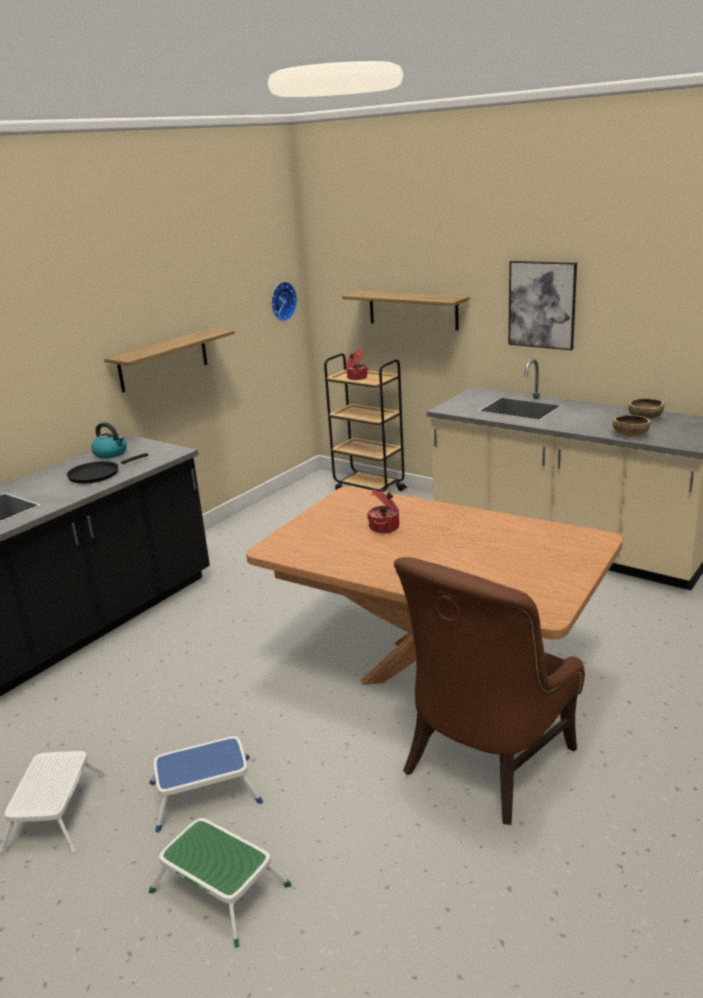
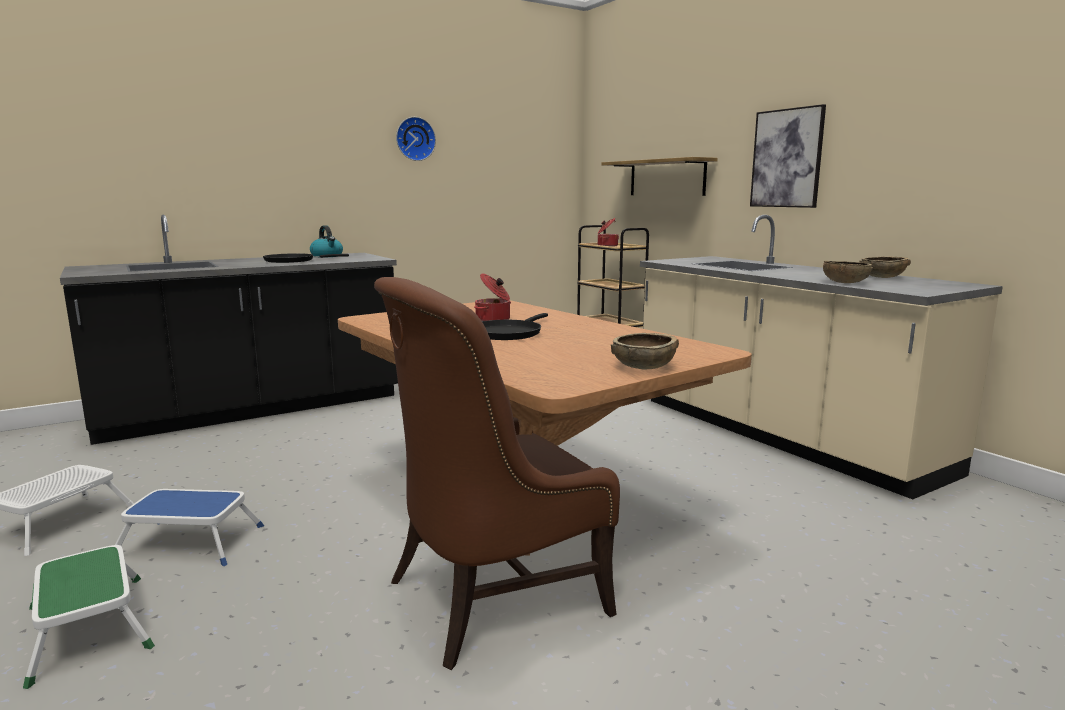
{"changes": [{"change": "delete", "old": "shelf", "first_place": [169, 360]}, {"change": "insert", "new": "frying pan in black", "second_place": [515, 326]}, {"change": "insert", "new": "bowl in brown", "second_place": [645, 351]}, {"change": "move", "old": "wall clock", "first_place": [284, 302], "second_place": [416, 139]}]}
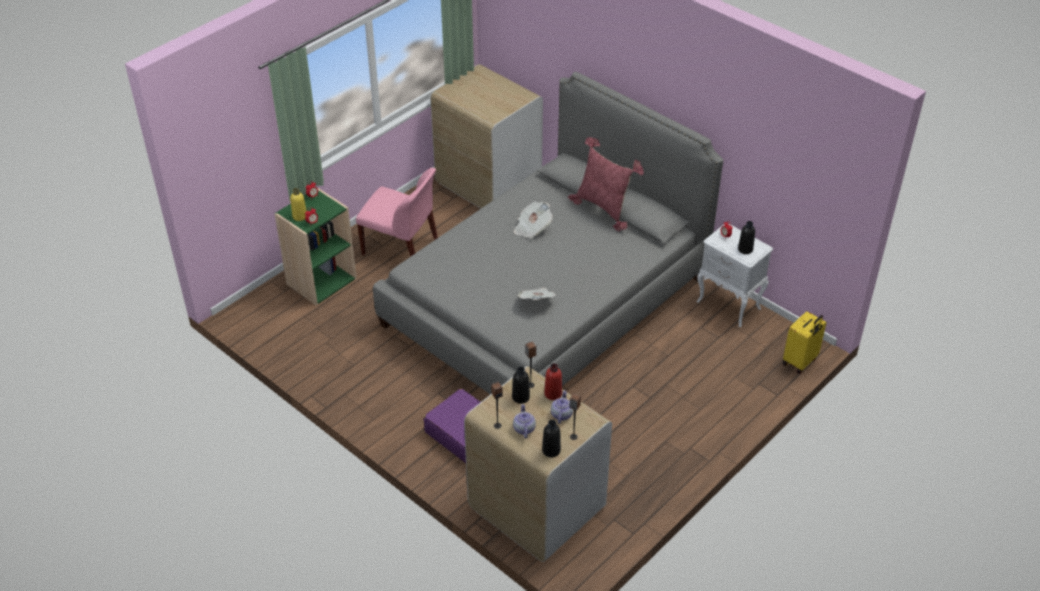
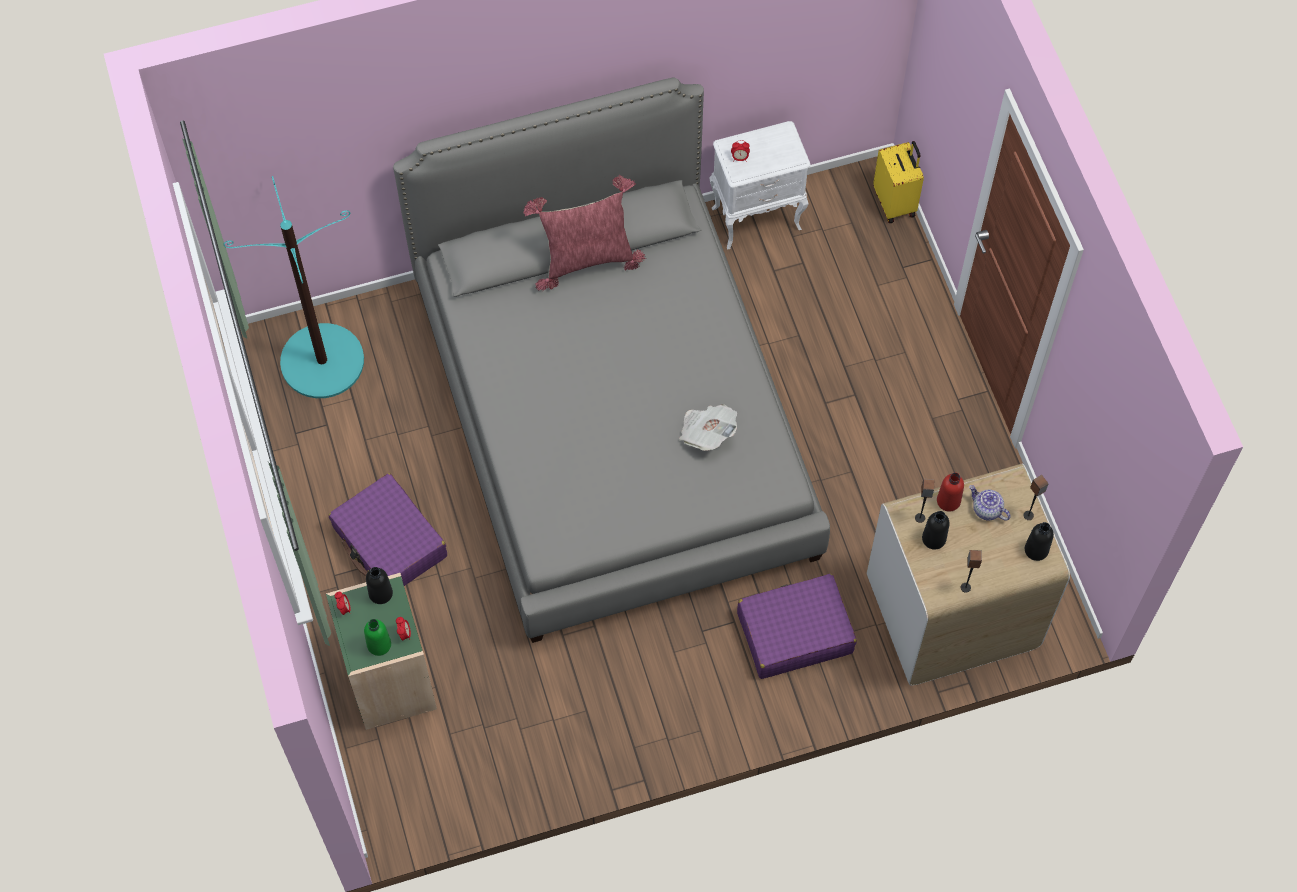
{"changes": [{"change": "delete", "old": "teapot", "first_place": [524, 421]}, {"change": "delete", "old": "newspaper", "first_place": [533, 220]}, {"change": "move", "old": "bottle in black", "first_place": [746, 237], "second_place": [379, 585]}, {"change": "replace", "old": "chair in pink", "new": "suitcase in purple", "first_place": [397, 212], "second_place": [388, 529]}, {"change": "replace", "old": "dresser in beige", "new": "clothes rack in turquoise", "first_place": [486, 136], "second_place": [293, 287]}, {"change": "recolor", "old": "bottle in yellow", "new": "bottle in green", "first_place": [298, 204], "second_place": [377, 637]}]}
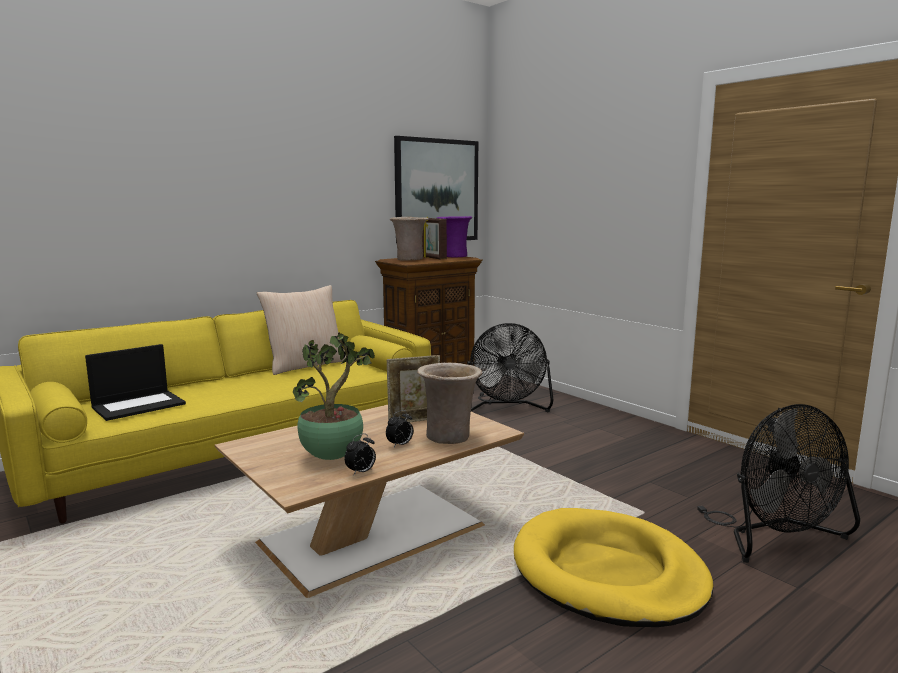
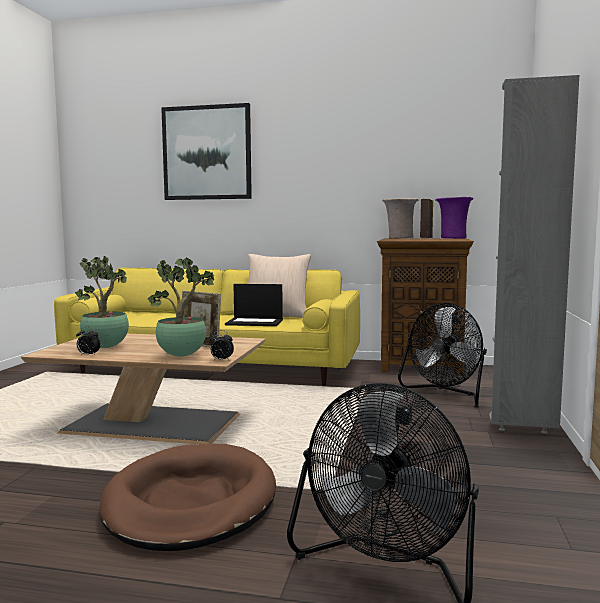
{"changes": [{"change": "insert", "new": "bookcase in grey", "second_place": [534, 254]}, {"change": "move", "old": "laptop", "first_place": [135, 382], "second_place": [254, 305]}, {"change": "move", "old": "alarm clock", "first_place": [399, 428], "second_place": [222, 345]}, {"change": "move", "old": "picture", "first_place": [436, 190], "second_place": [206, 151]}, {"change": "replace", "old": "vase in beige", "new": "potted plant", "first_place": [449, 403], "second_place": [181, 306]}, {"change": "recolor", "old": "dog bed in yellow", "new": "dog bed in brown", "first_place": [614, 567], "second_place": [187, 497]}]}
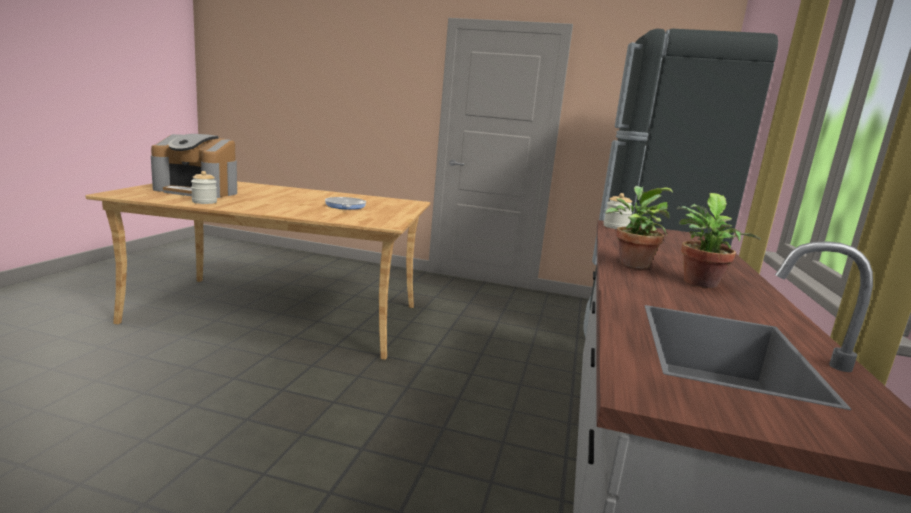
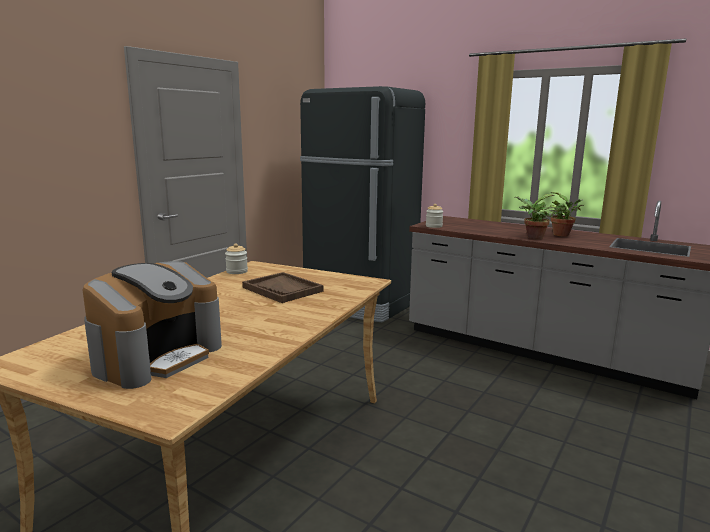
{"changes": [{"change": "move", "old": "jar", "first_place": [204, 187], "second_place": [236, 258]}, {"change": "replace", "old": "frying pan", "new": "tray in brown", "first_place": [345, 203], "second_place": [283, 287]}]}
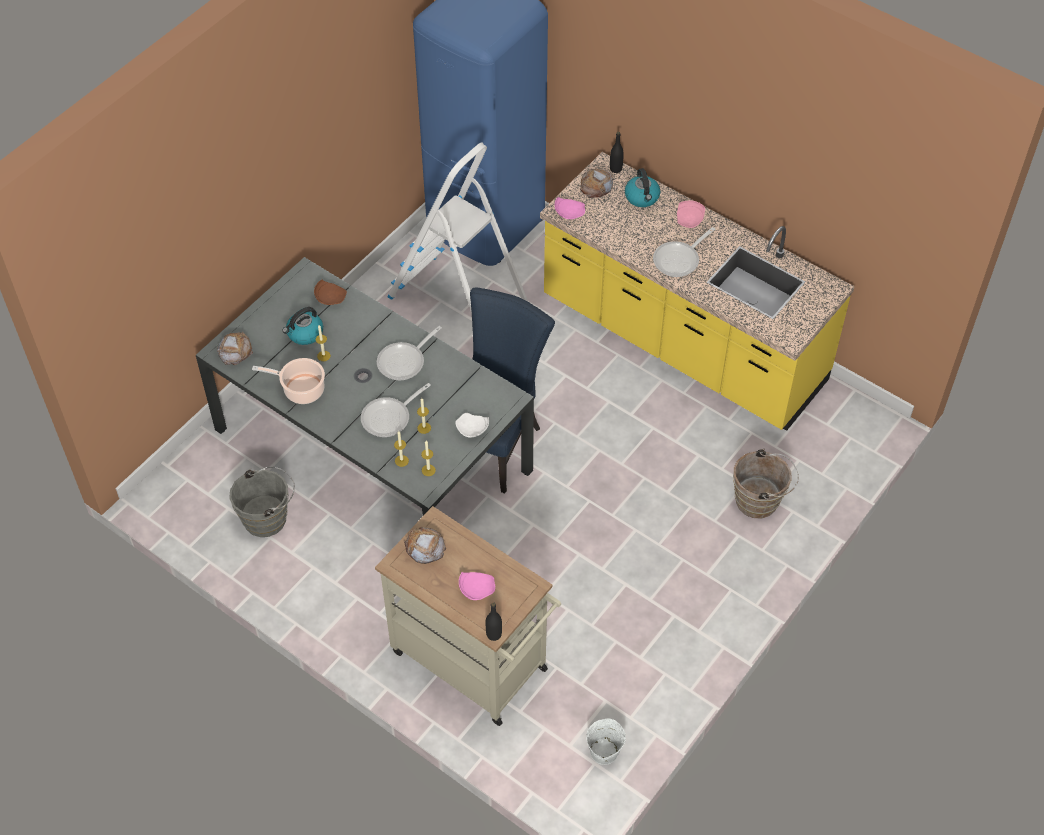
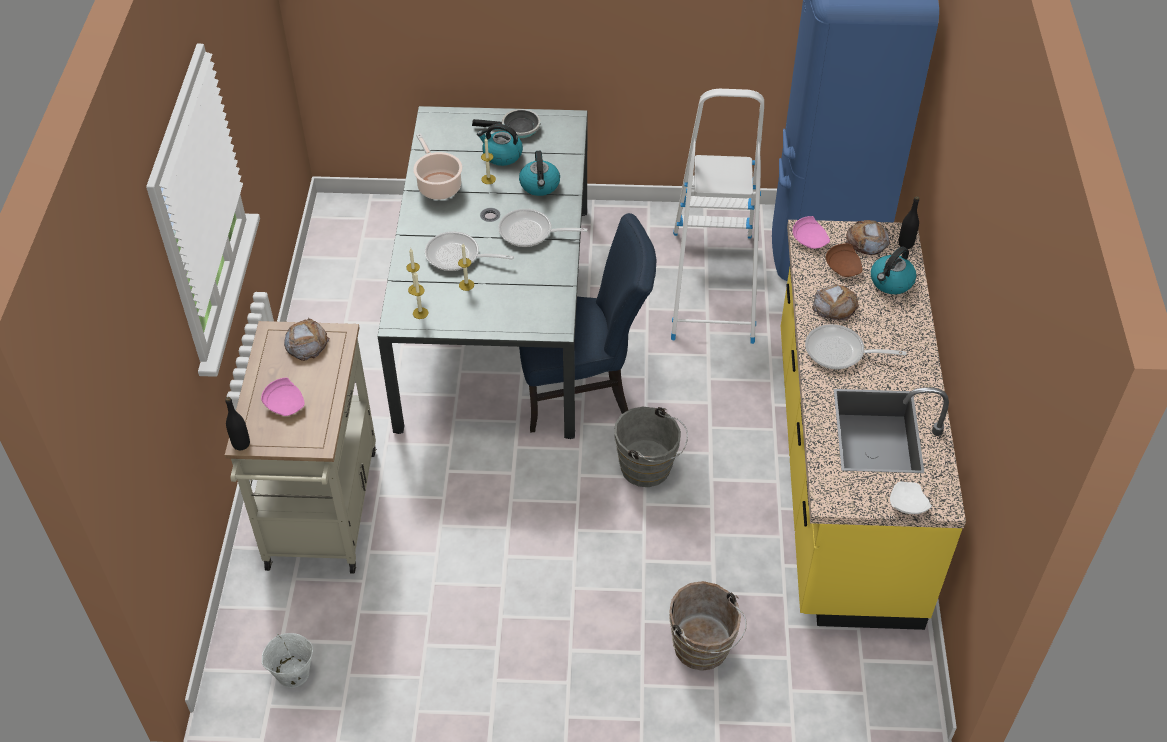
{"changes": [{"change": "delete", "old": "plate in pink", "first_place": [691, 214]}, {"change": "insert", "new": "frying pan", "second_place": [506, 123]}, {"change": "insert", "new": "kettle", "second_place": [539, 173]}, {"change": "move", "old": "bread", "first_place": [235, 348], "second_place": [835, 302]}, {"change": "move", "old": "bucket in grey", "first_place": [262, 502], "second_place": [651, 447]}, {"change": "move", "old": "plate in brown", "first_place": [330, 292], "second_place": [844, 260]}, {"change": "move", "old": "plate in white", "first_place": [472, 425], "second_place": [911, 497]}]}
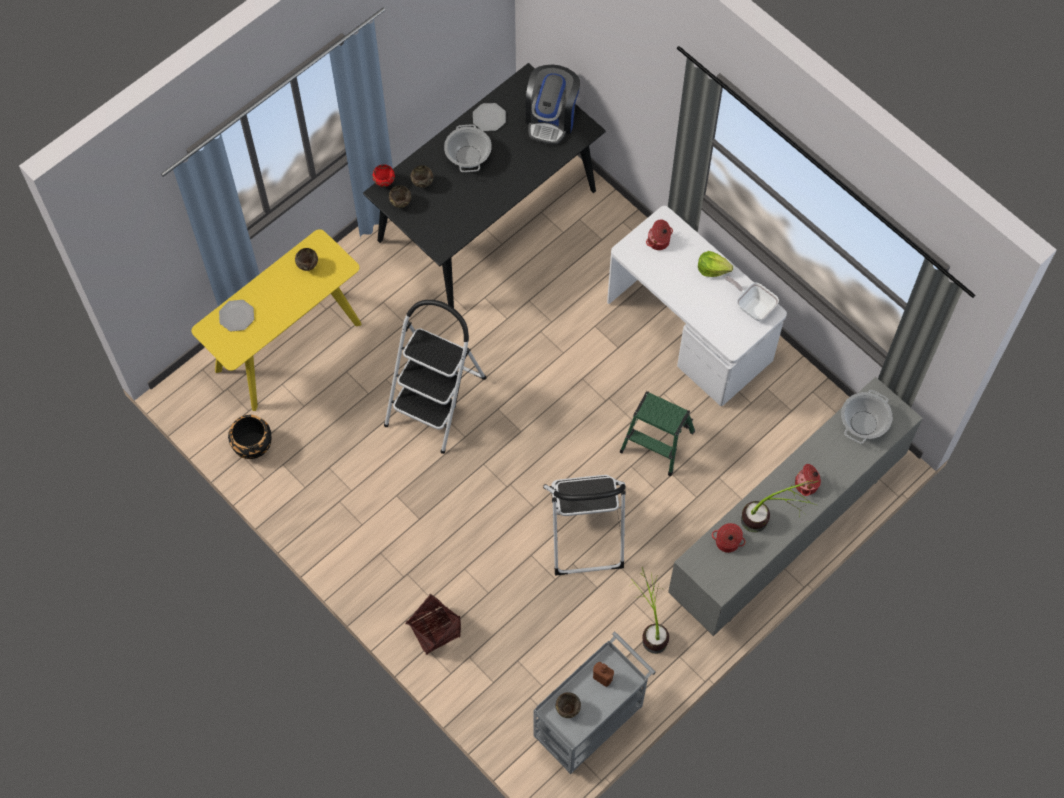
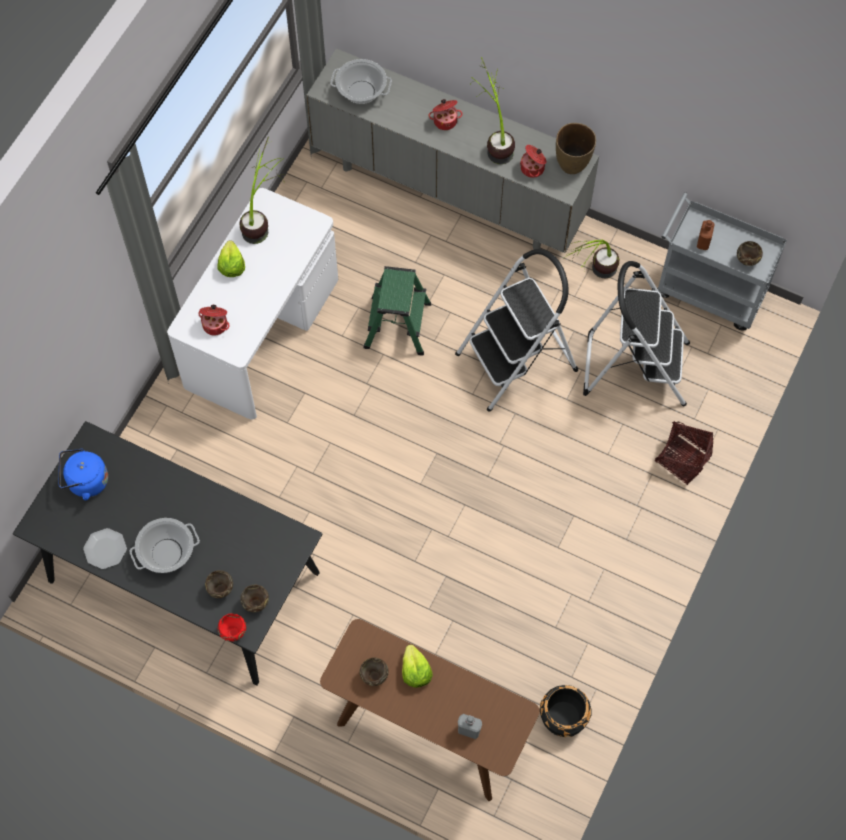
{"changes": [{"change": "insert", "new": "lettuce", "second_place": [417, 666]}, {"change": "insert", "new": "vase in brown", "second_place": [576, 148]}, {"change": "move", "old": "step ladder", "first_place": [435, 377], "second_place": [636, 333]}, {"change": "replace", "old": "plate", "new": "bottle in grey", "first_place": [236, 315], "second_place": [470, 726]}, {"change": "replace", "old": "coffee machine", "new": "kettle in blue", "first_place": [553, 105], "second_place": [83, 474]}, {"change": "replace", "old": "frying pan", "new": "potted plant", "first_place": [751, 298], "second_place": [262, 190]}, {"change": "recolor", "old": "console table in yellow", "new": "console table in brown", "first_place": [276, 320], "second_place": [430, 710]}]}
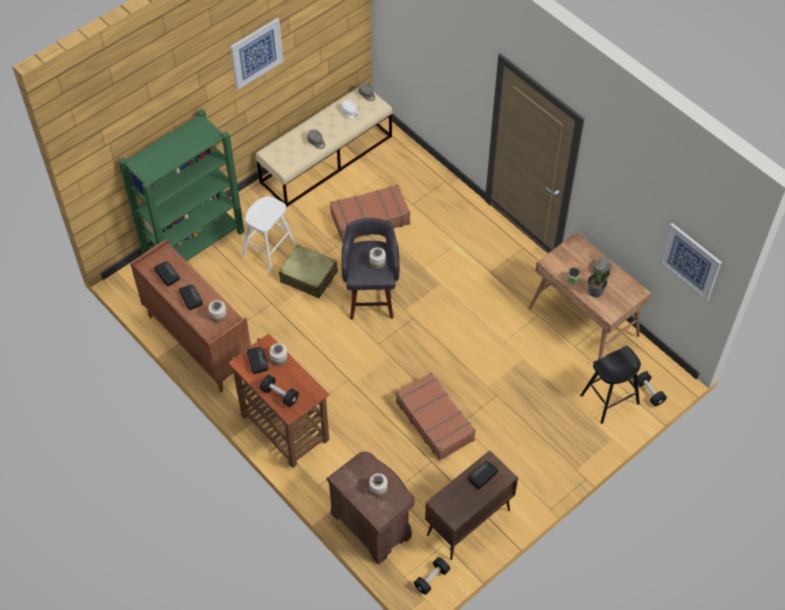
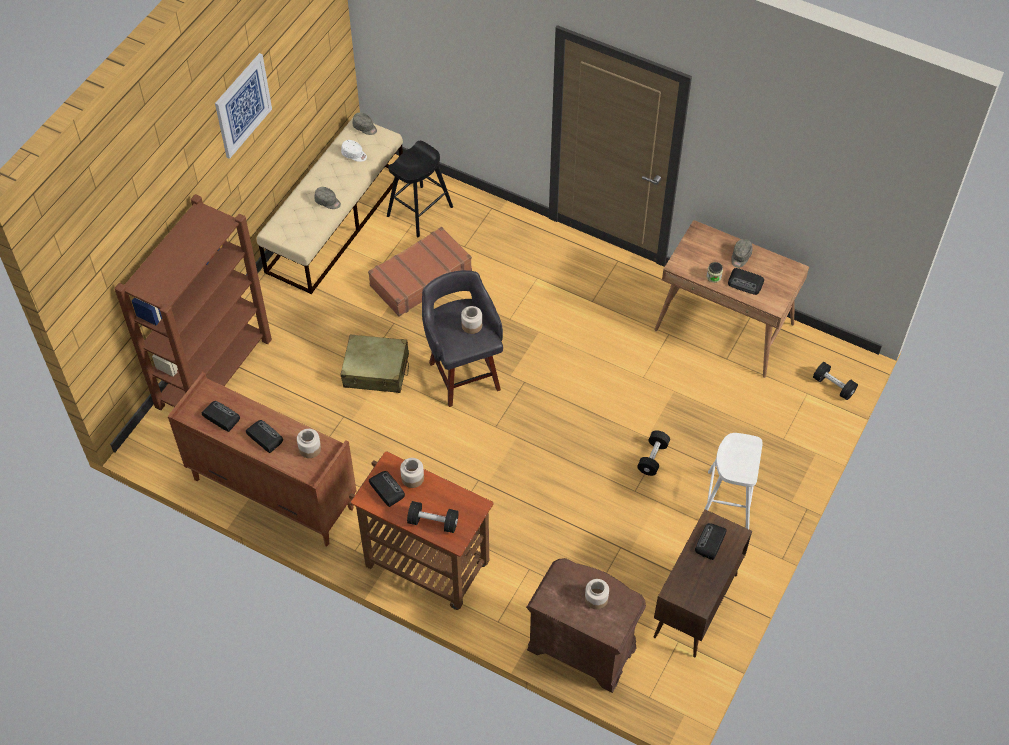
{"changes": [{"change": "delete", "old": "suitcase in brown", "first_place": [436, 416]}, {"change": "delete", "old": "picture", "first_place": [690, 262]}, {"change": "move", "old": "stool in white", "first_place": [268, 234], "second_place": [734, 481]}, {"change": "move", "old": "dumbbell in black", "first_place": [432, 576], "second_place": [653, 453]}, {"change": "move", "old": "stool in black", "first_place": [610, 385], "second_place": [420, 189]}, {"change": "replace", "old": "potted plant", "new": "radio", "first_place": [599, 283], "second_place": [746, 281]}, {"change": "recolor", "old": "bookcase in green", "new": "bookcase in brown", "first_place": [181, 185], "second_place": [193, 302]}]}
